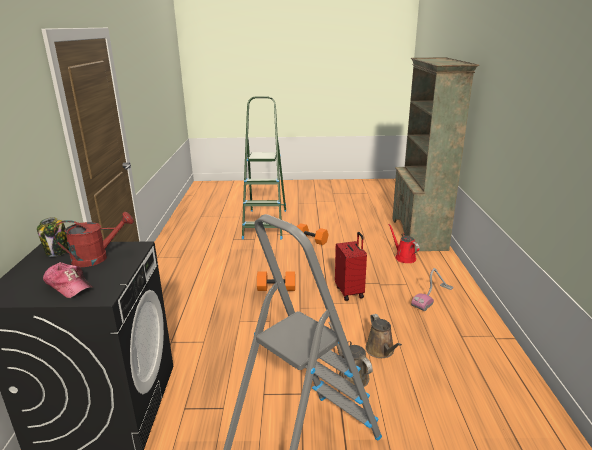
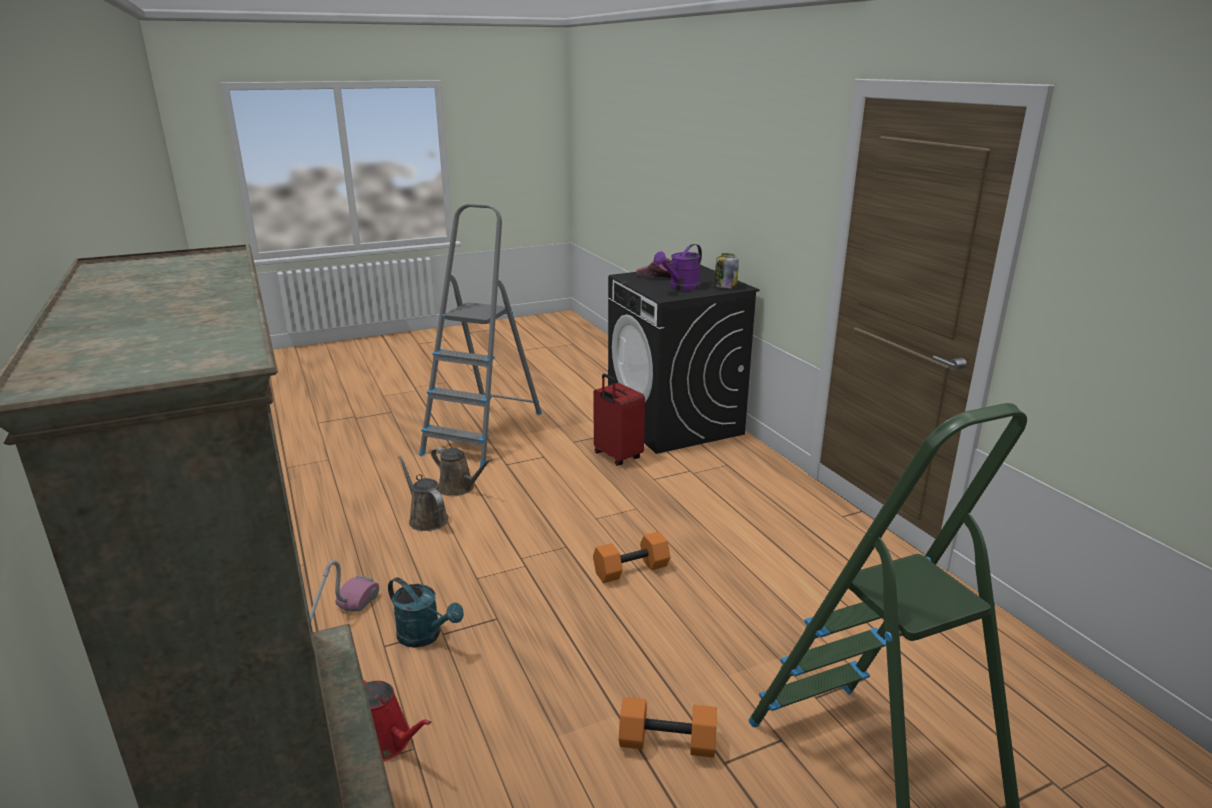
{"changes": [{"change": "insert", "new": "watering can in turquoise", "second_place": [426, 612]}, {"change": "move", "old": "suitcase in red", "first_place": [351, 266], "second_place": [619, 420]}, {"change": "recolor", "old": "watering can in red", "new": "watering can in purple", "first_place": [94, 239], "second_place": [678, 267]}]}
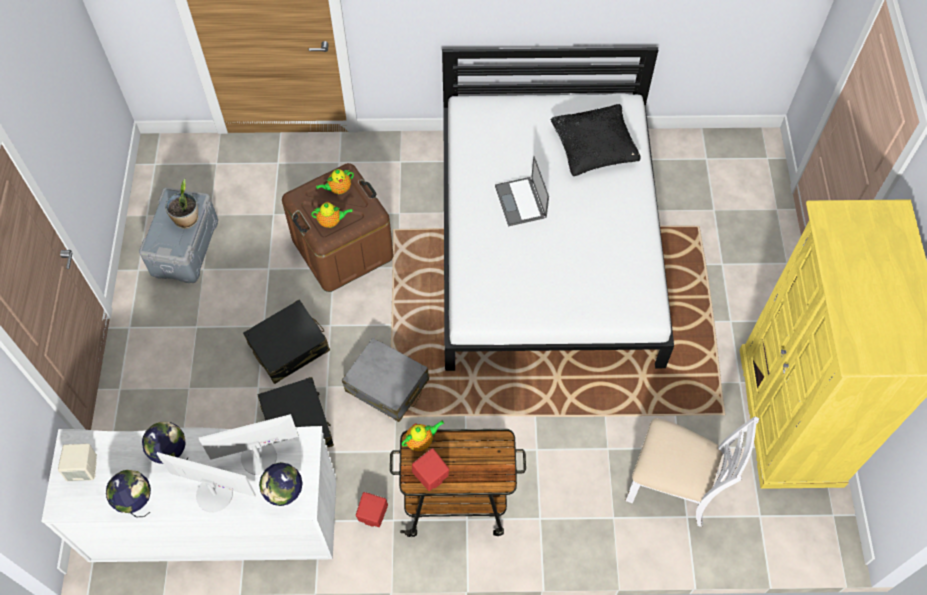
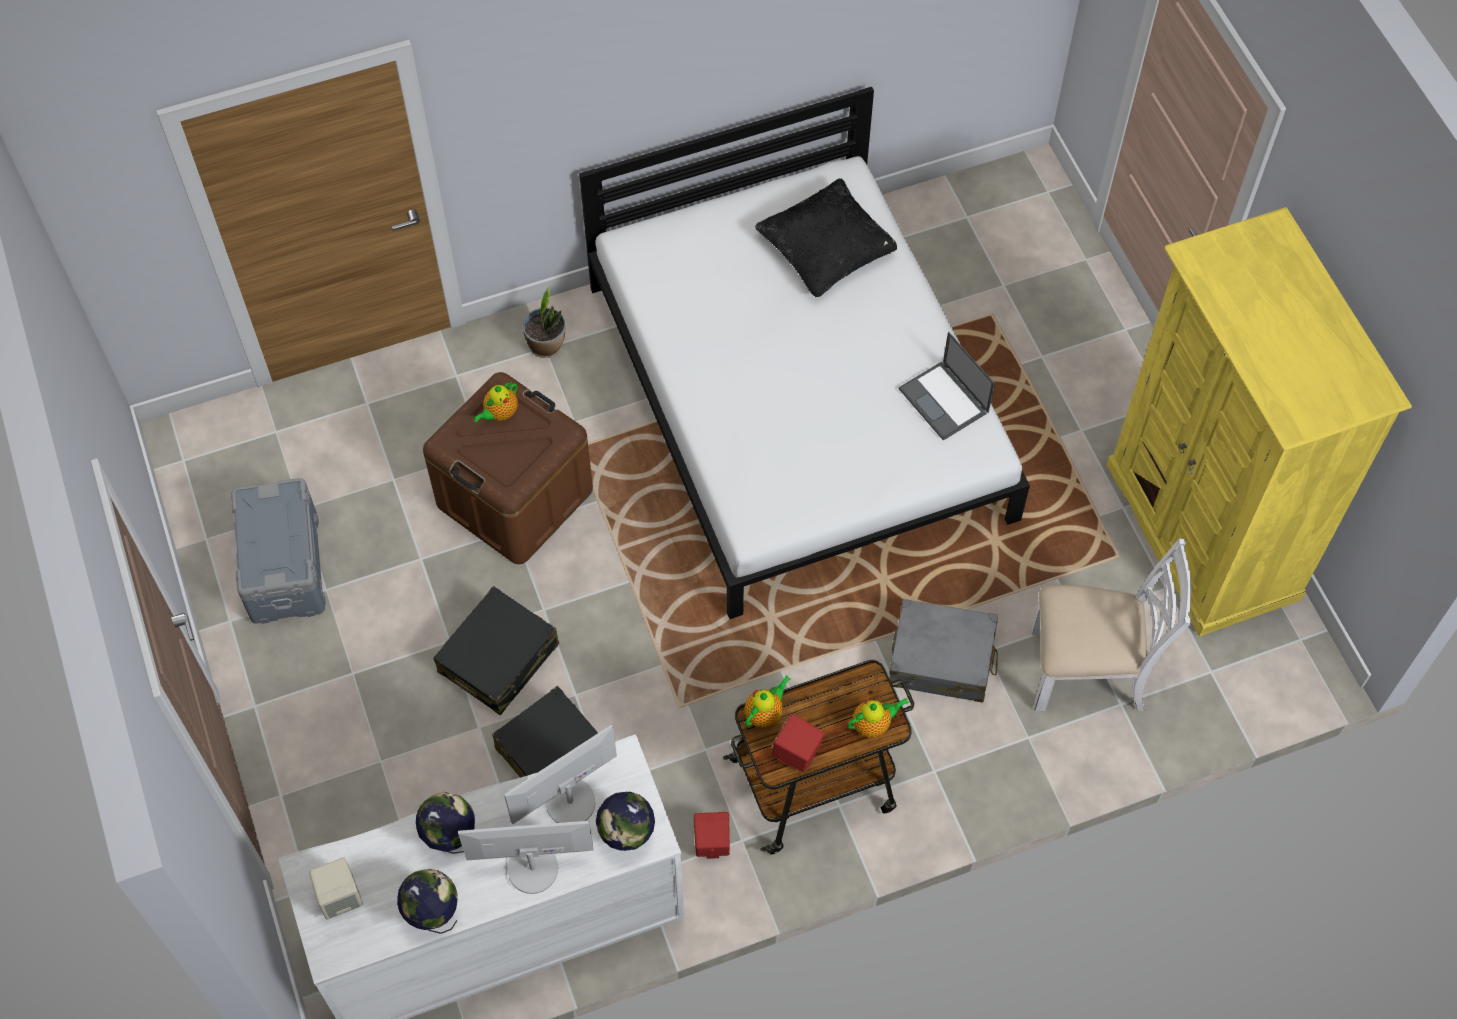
{"changes": [{"change": "move", "old": "potted plant", "first_place": [181, 204], "second_place": [544, 322]}, {"change": "move", "old": "teapot", "first_place": [332, 215], "second_place": [878, 718]}, {"change": "move", "old": "suitcase in grey", "first_place": [385, 380], "second_place": [943, 650]}, {"change": "move", "old": "laptop", "first_place": [522, 191], "second_place": [947, 386]}]}
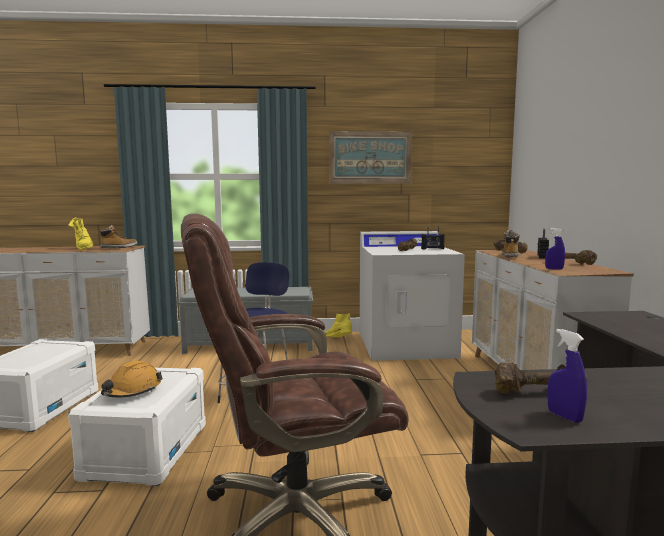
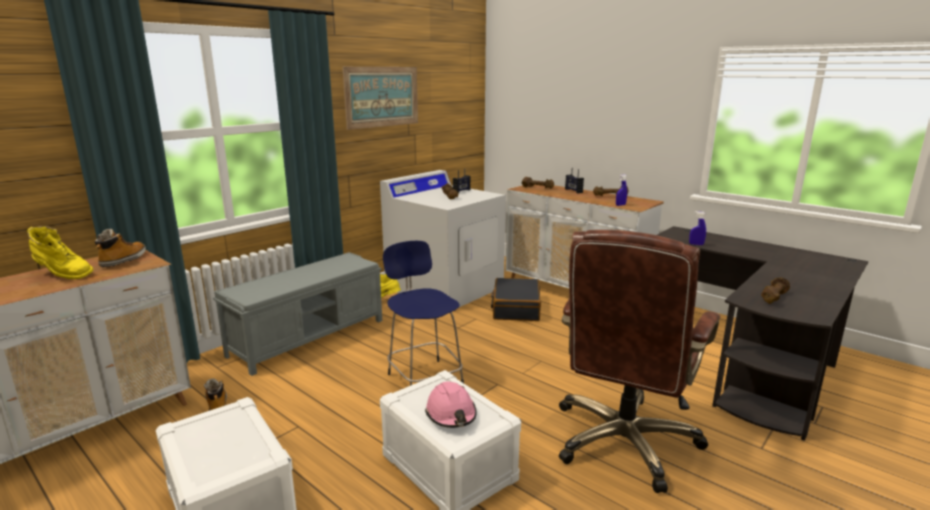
{"changes": [{"change": "insert", "new": "suitcase in black", "second_place": [516, 299]}, {"change": "move", "old": "boot", "first_place": [511, 243], "second_place": [215, 394]}, {"change": "move", "old": "spray bottle in blue", "first_place": [567, 376], "second_place": [697, 228]}, {"change": "recolor", "old": "hard hat in orange", "new": "hard hat in pink", "first_place": [132, 379], "second_place": [450, 404]}]}
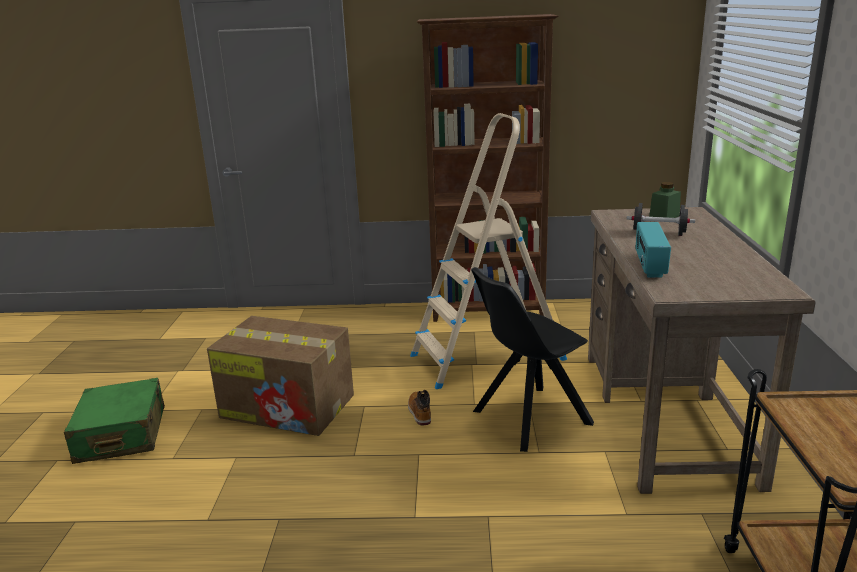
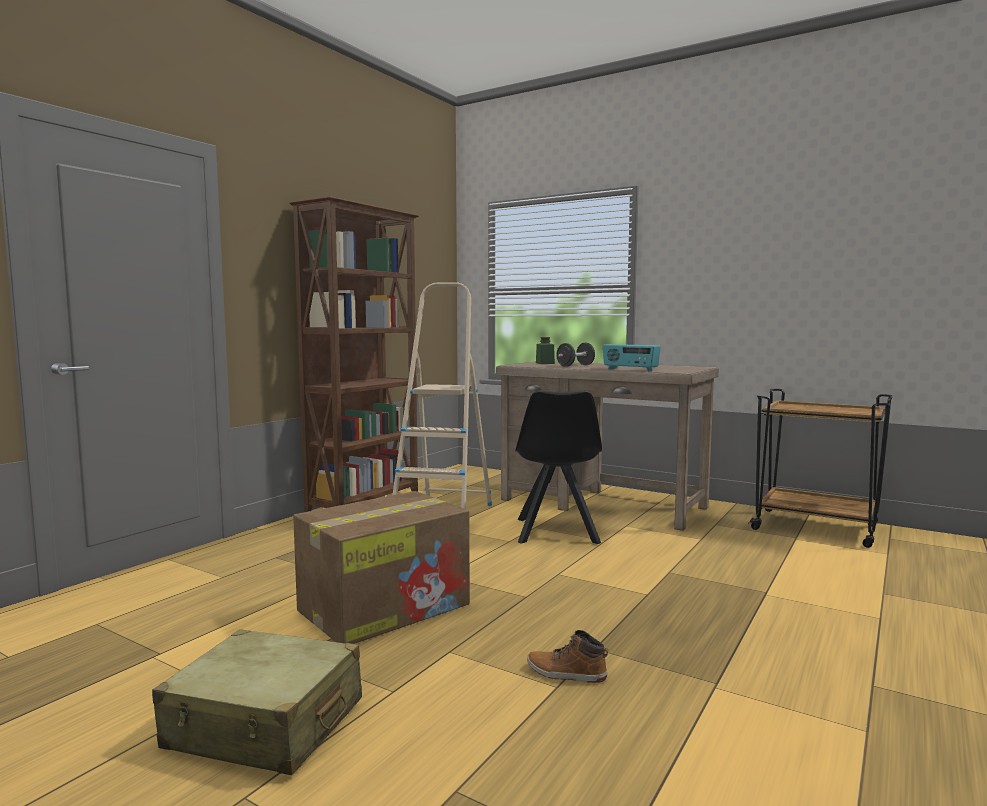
{"changes": [{"change": "move", "old": "boot", "first_place": [419, 407], "second_place": [567, 656]}, {"change": "recolor", "old": "suitcase in green", "new": "suitcase in beige", "first_place": [114, 421], "second_place": [257, 702]}]}
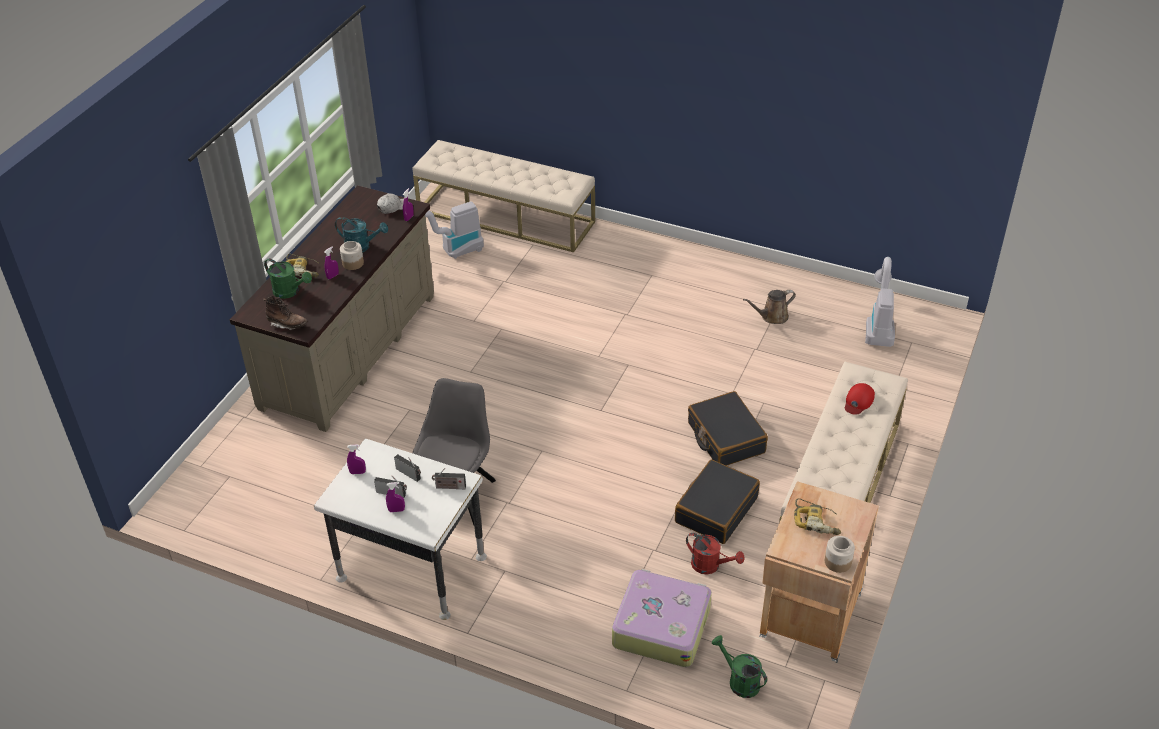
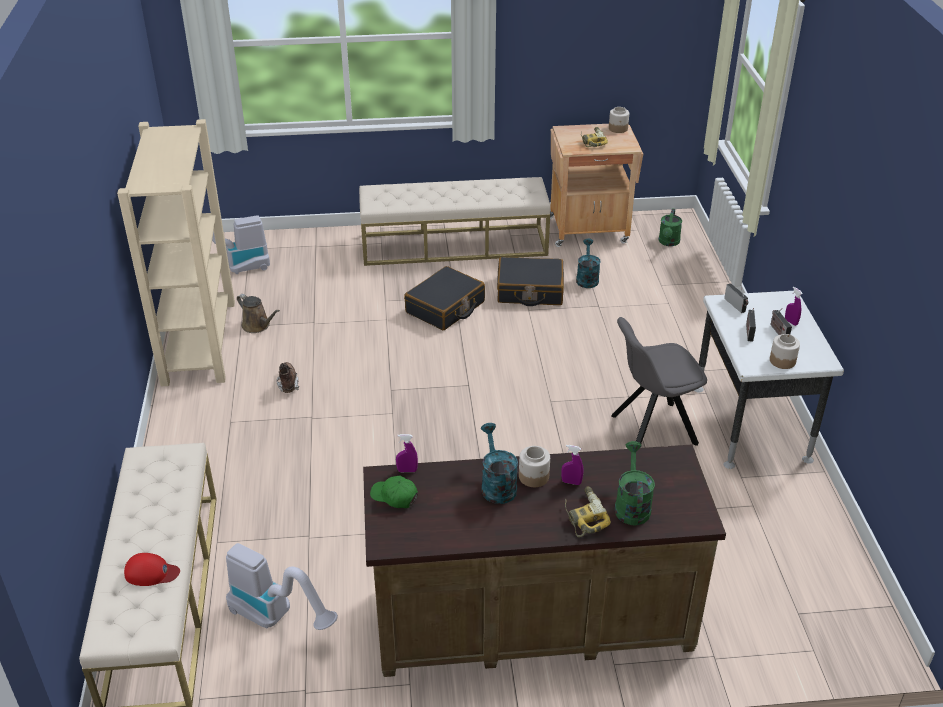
{"changes": [{"change": "delete", "old": "suitcase", "first_place": [662, 618]}, {"change": "insert", "new": "bookcase in beige", "second_place": [176, 252]}, {"change": "move", "old": "boot in brown", "first_place": [285, 313], "second_place": [288, 377]}, {"change": "move", "old": "cap in red", "first_place": [860, 399], "second_place": [152, 569]}, {"change": "replace", "old": "spray bottle in purple", "new": "jar", "first_place": [356, 459], "second_place": [785, 351]}, {"change": "recolor", "old": "cap in white", "new": "cap in green", "first_place": [393, 203], "second_place": [394, 492]}, {"change": "recolor", "old": "watering can in red", "new": "watering can in turquoise", "first_place": [715, 554], "second_place": [588, 263]}]}
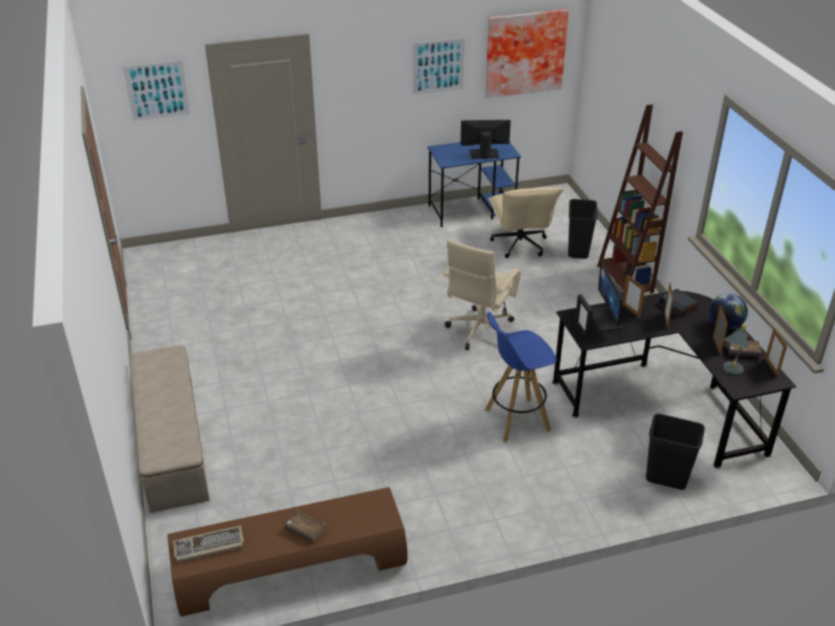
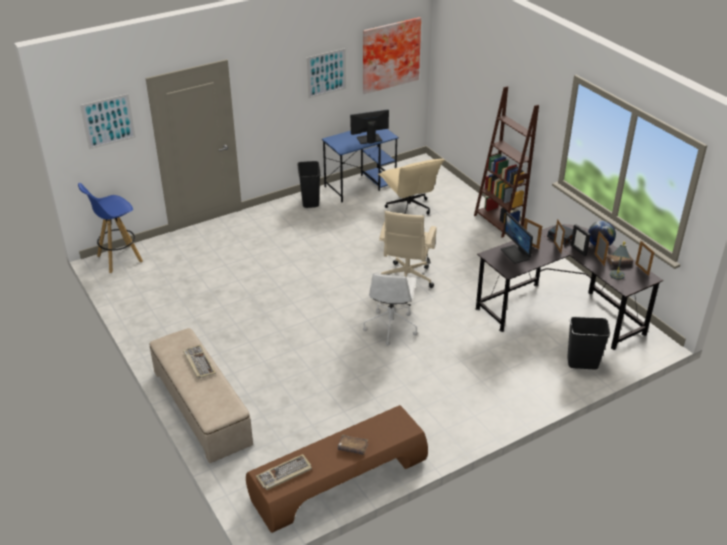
{"changes": [{"change": "insert", "new": "keyboard", "second_place": [199, 362]}, {"change": "insert", "new": "office chair in white", "second_place": [390, 309]}, {"change": "move", "old": "stool in blue", "first_place": [520, 377], "second_place": [110, 228]}, {"change": "move", "old": "trash can in black", "first_place": [582, 229], "second_place": [309, 184]}, {"change": "move", "old": "picture frame", "first_place": [584, 316], "second_place": [580, 240]}]}
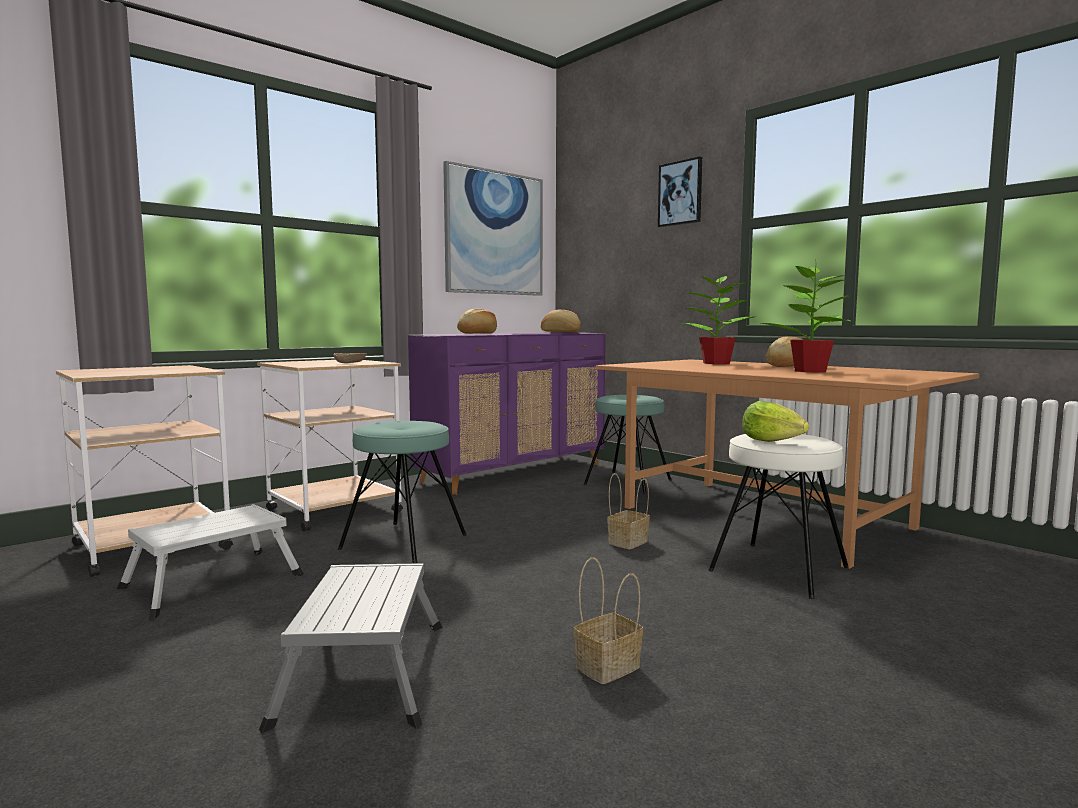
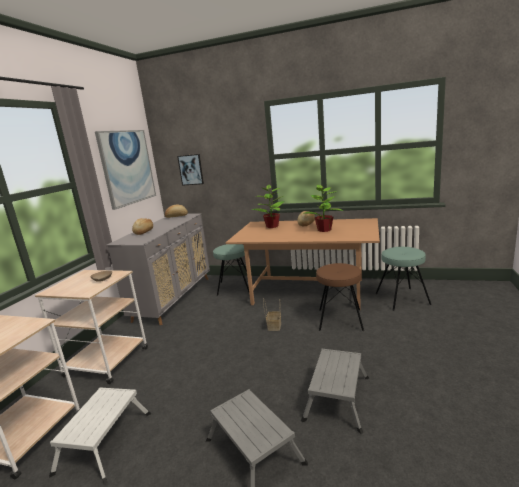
{"changes": [{"change": "delete", "old": "lettuce", "first_place": [775, 421]}, {"change": "move", "old": "stool in turquoise", "first_place": [402, 492], "second_place": [403, 279]}, {"change": "move", "old": "picture", "first_place": [680, 191], "second_place": [190, 170]}, {"change": "replace", "old": "basket", "new": "step ladder in grey", "first_place": [608, 620], "second_place": [335, 391]}, {"change": "recolor", "old": "cabinet in purple", "new": "cabinet in grey", "first_place": [507, 413], "second_place": [158, 269]}, {"change": "recolor", "old": "stool in white", "new": "stool in brown", "first_place": [778, 516], "second_place": [340, 297]}]}
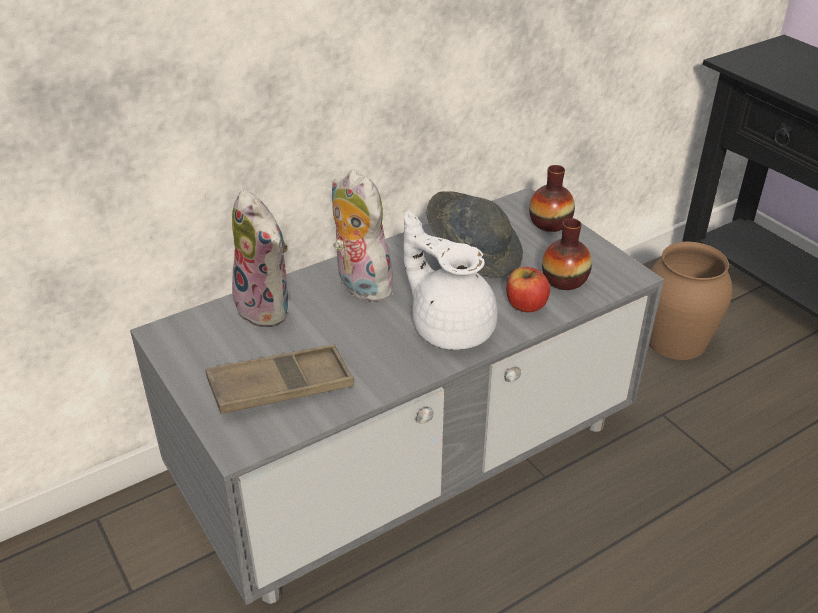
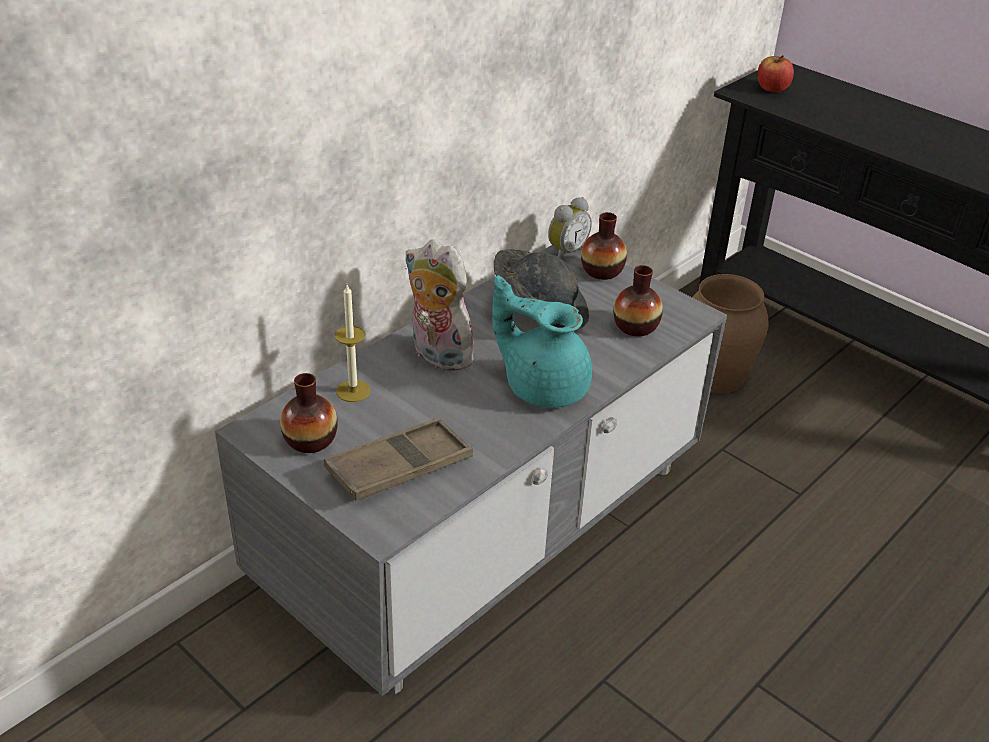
{"changes": [{"change": "insert", "new": "vase", "second_place": [309, 413]}, {"change": "insert", "new": "alarm clock", "second_place": [570, 228]}, {"change": "move", "old": "apple", "first_place": [528, 290], "second_place": [775, 73]}, {"change": "replace", "old": "plush toy", "new": "candle", "first_place": [261, 259], "second_place": [353, 343]}, {"change": "recolor", "old": "teapot in white", "new": "teapot in turquoise", "first_place": [450, 280], "second_place": [542, 341]}]}
